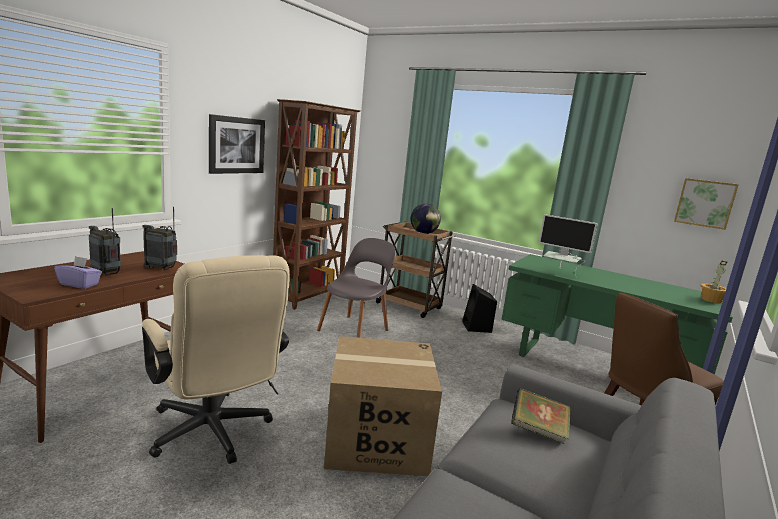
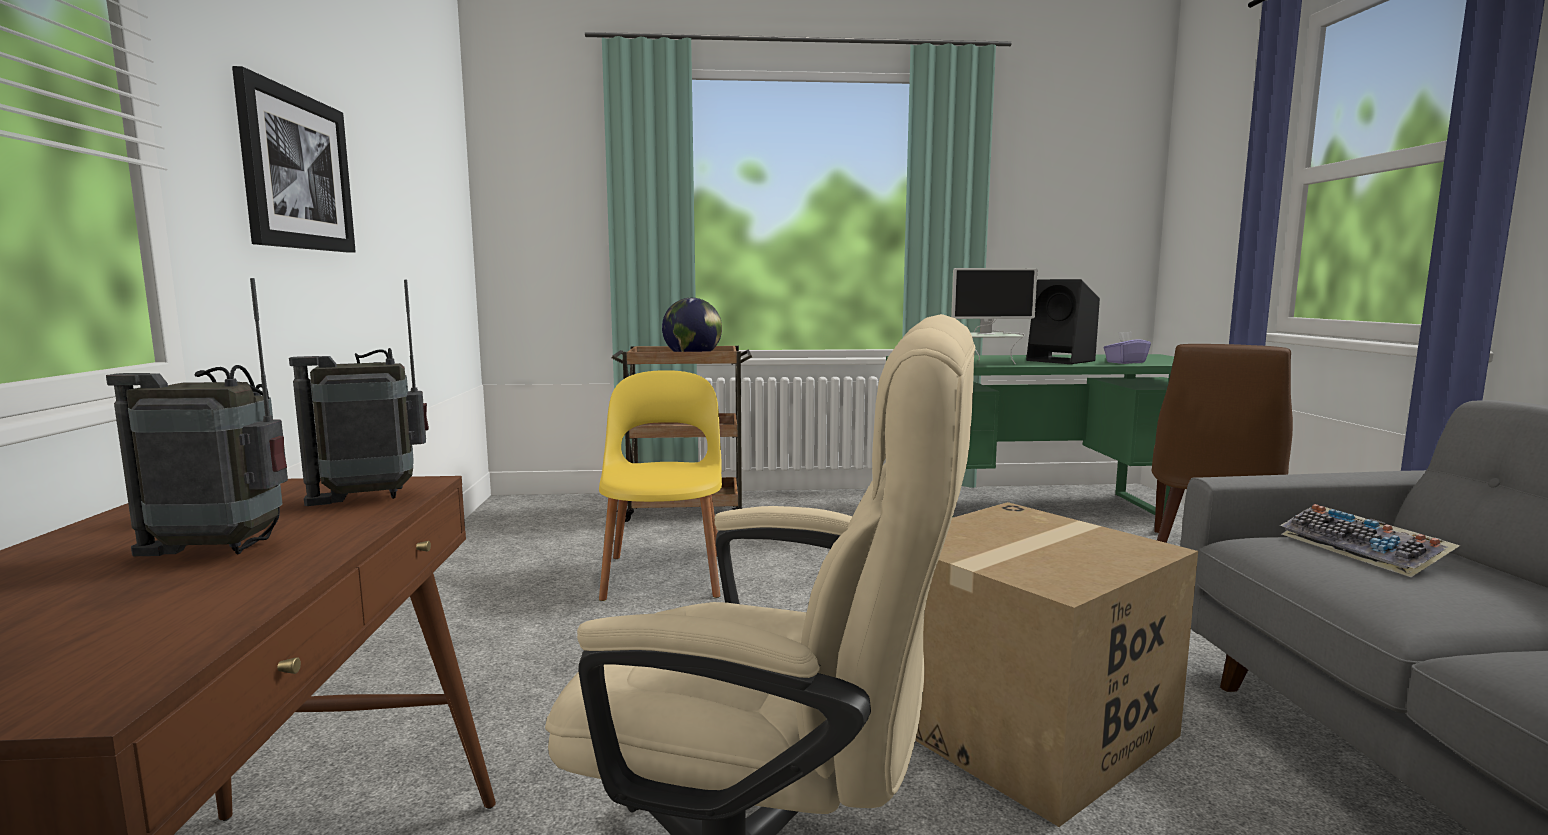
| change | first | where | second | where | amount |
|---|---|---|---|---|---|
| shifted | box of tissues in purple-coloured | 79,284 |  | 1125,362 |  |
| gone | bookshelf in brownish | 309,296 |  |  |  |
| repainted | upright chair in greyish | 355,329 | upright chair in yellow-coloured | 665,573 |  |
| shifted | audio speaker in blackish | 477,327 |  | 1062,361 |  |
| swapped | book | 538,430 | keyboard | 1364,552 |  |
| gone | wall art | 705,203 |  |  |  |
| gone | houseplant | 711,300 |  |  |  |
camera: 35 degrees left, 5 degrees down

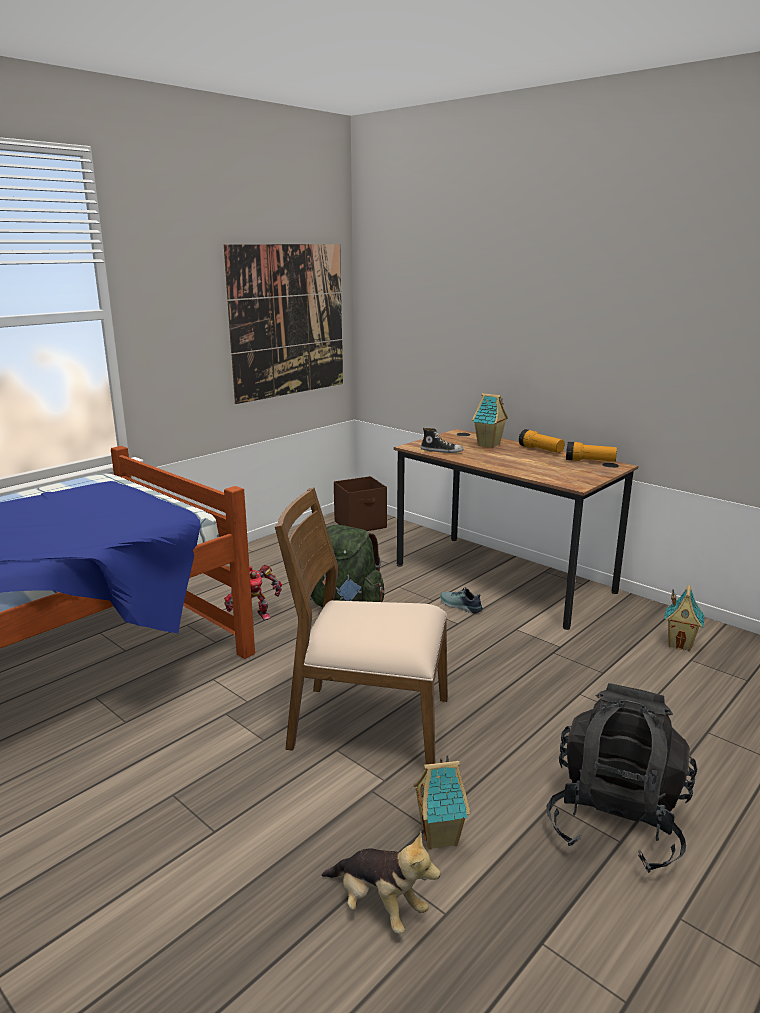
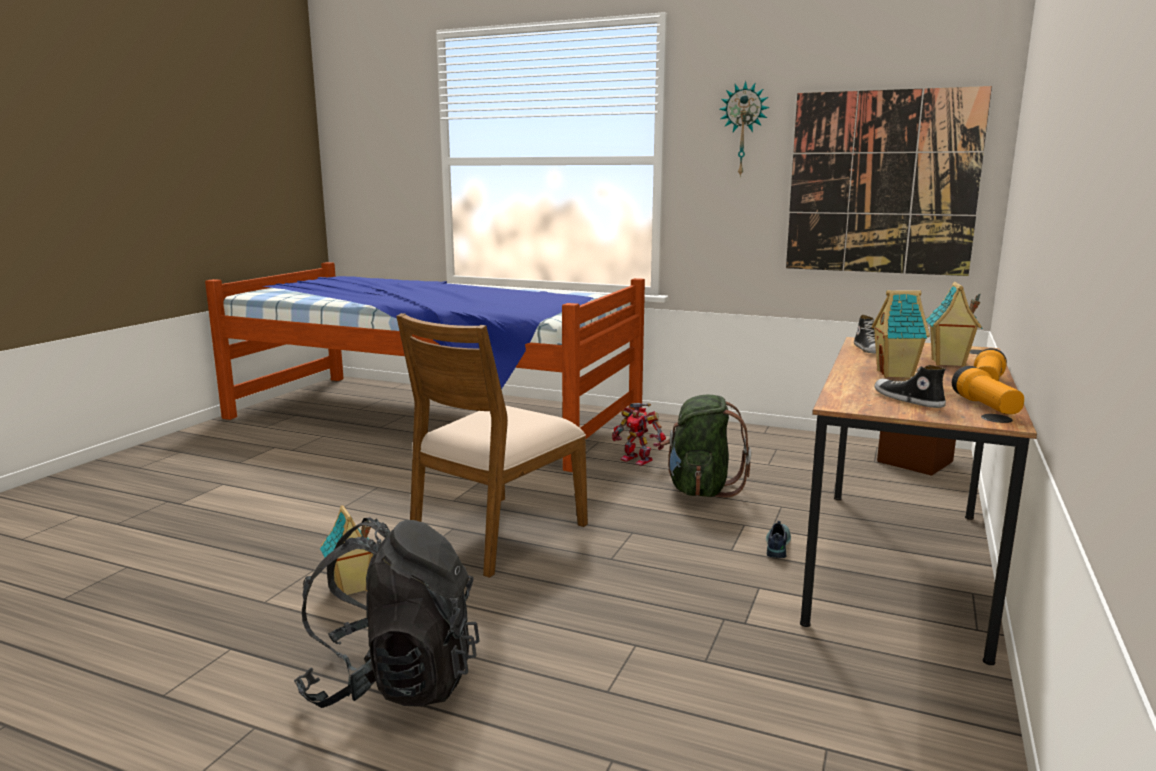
| change | first | where | second | where | amount |
|---|---|---|---|---|---|
| rotated | upright chair in brownish | 368,724 |  | 497,534 | 135 degrees counterclockwise |
| gone | soft toy | 378,906 |  |  |  |
| shifted | toy house | 680,644 |  | 896,374 |  |
| new |  |  | wall clock | 743,129 |  |
| new |  |  | item of footwear | 907,400 |  |
camera: 70 degrees right, 5 degrees down

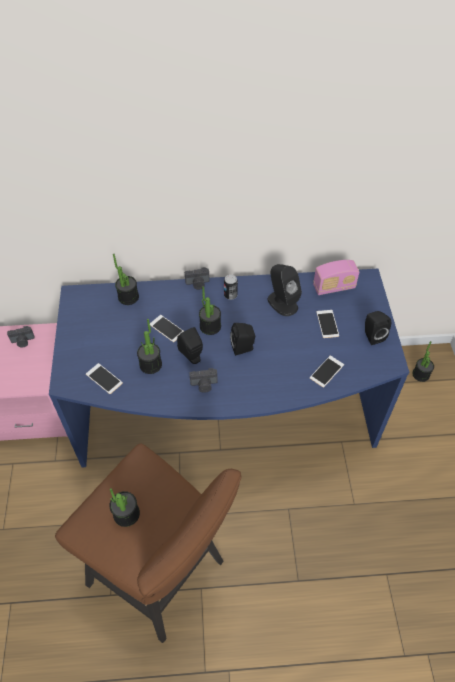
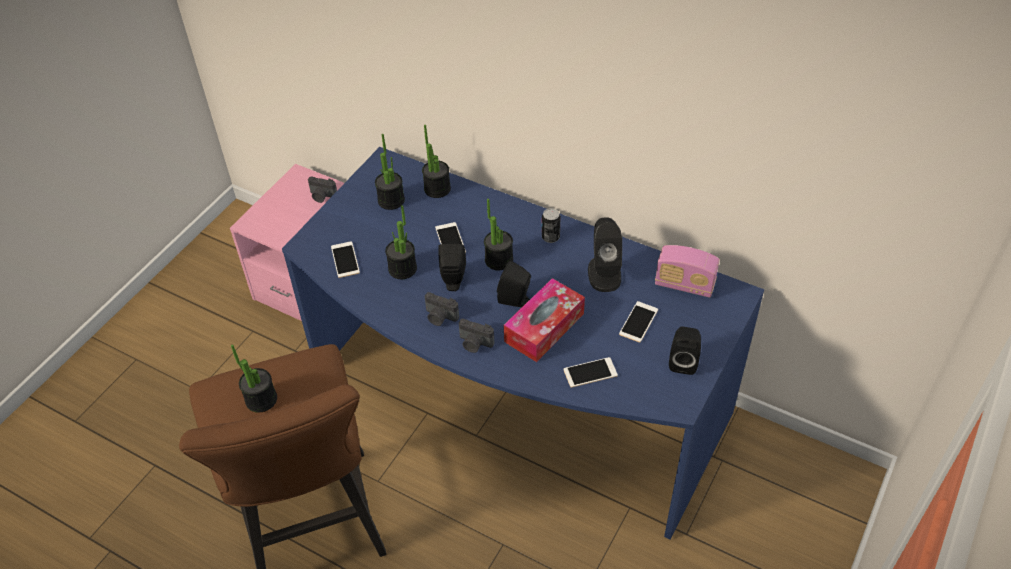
| change | first | where | second | where | amount |
|---|---|---|---|---|---|
| shifted | still camera | 197,284 |  | 474,344 |  |
| shifted | houseplant | 421,374 |  | 391,200 |  |
| new |  |  | box of tissues | 544,327 |  |
camera: 35 degrees right, 5 degrees down

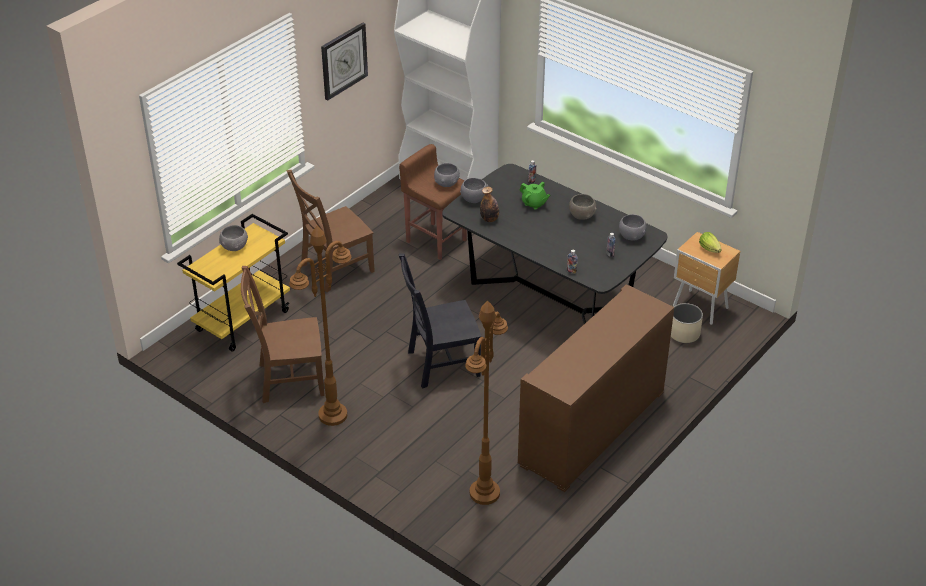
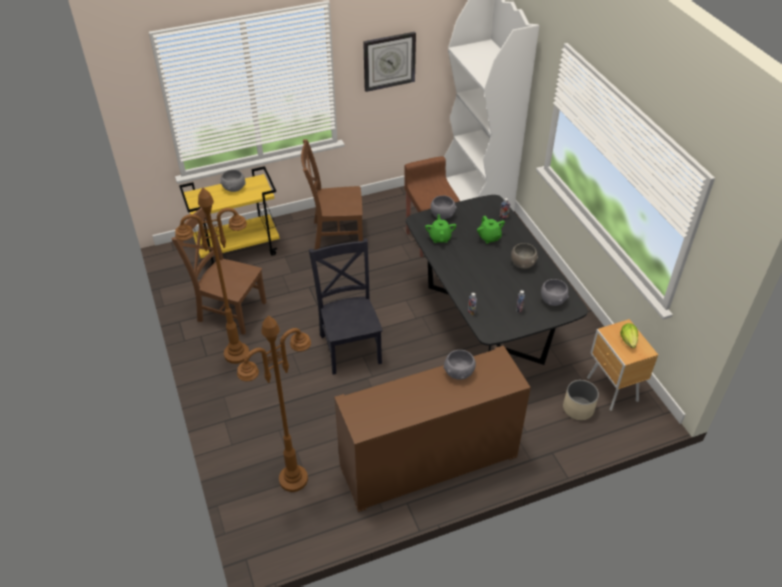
| change | first | where | second | where | amount |
|---|---|---|---|---|---|
| rotated | upright chair in blackish | 440,364 |  | 350,346 | 60 degrees clockwise |
| shifted | deep dish in greyish | 447,183 |  | 459,373 |  |
| swapped | bottle | 489,219 | pot for tea in green-coloured | 440,237 |  |
camera: 30 degrees right, 5 degrees up

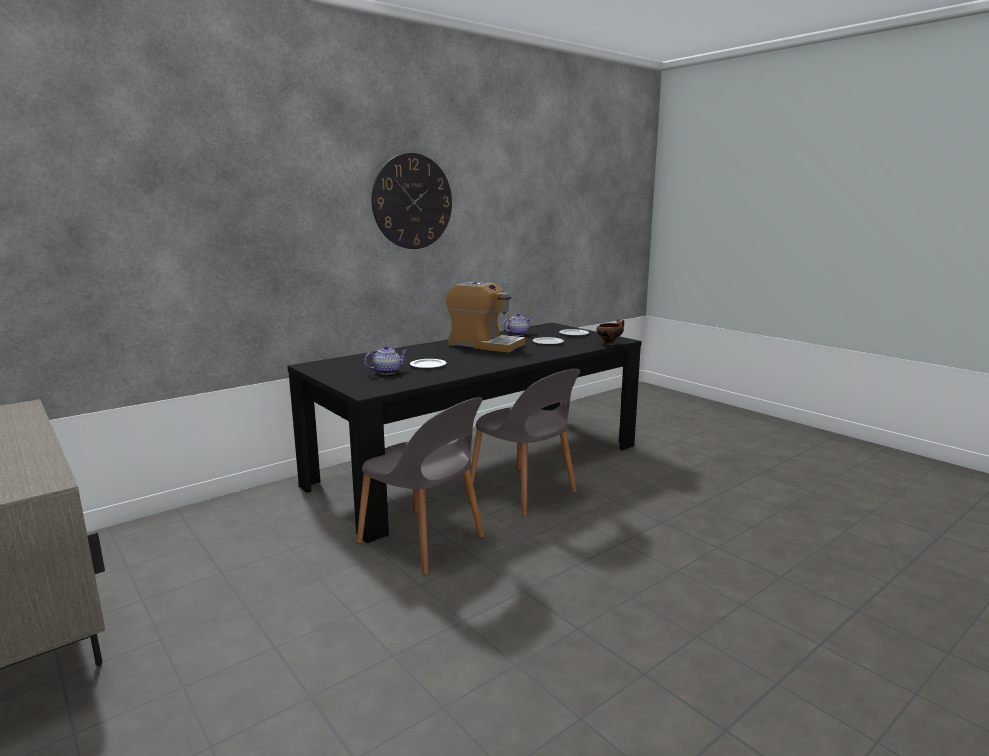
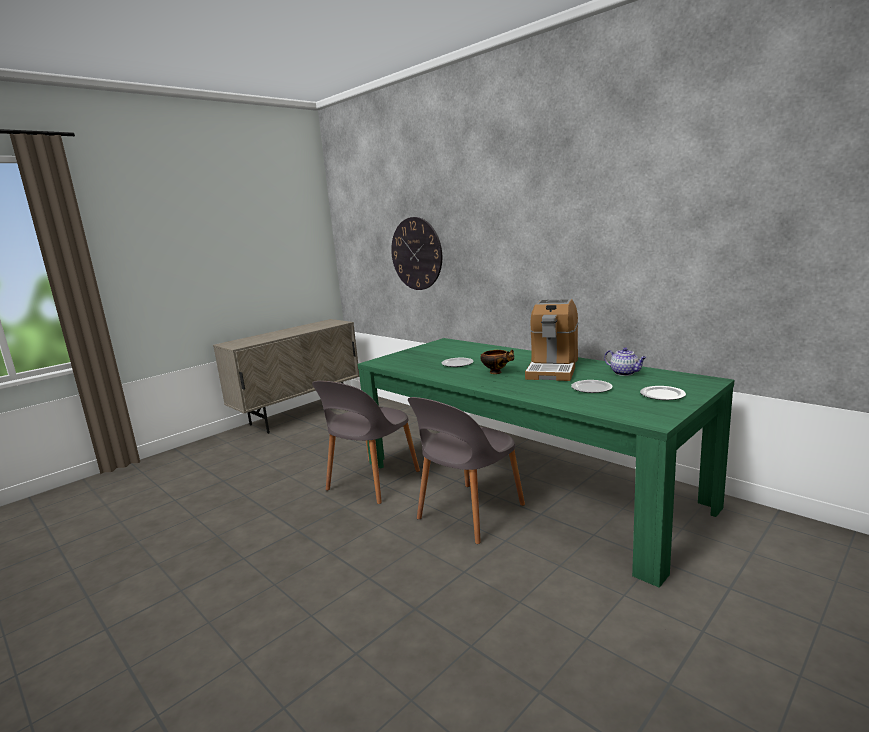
| change | first | where | second | where | amount |
|---|---|---|---|---|---|
| repainted | kitchen table in blackish | 479,464 | kitchen table in green-coloured | 523,483 |  |
| gone | pot for tea | 387,372 |  |  |  |
| shifted | wall clock | 412,201 |  | 416,254 |  |
| shifted | deep dish | 609,343 |  | 497,372 |  |
camera: 85 degrees right, 0 degrees up

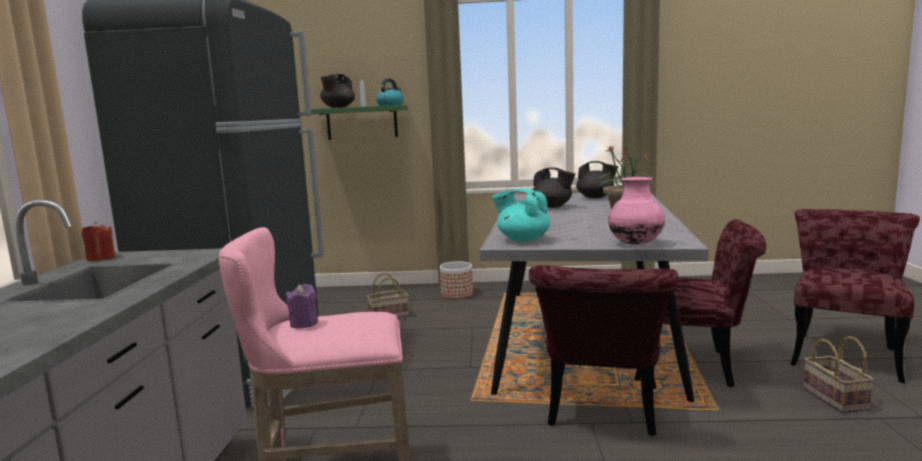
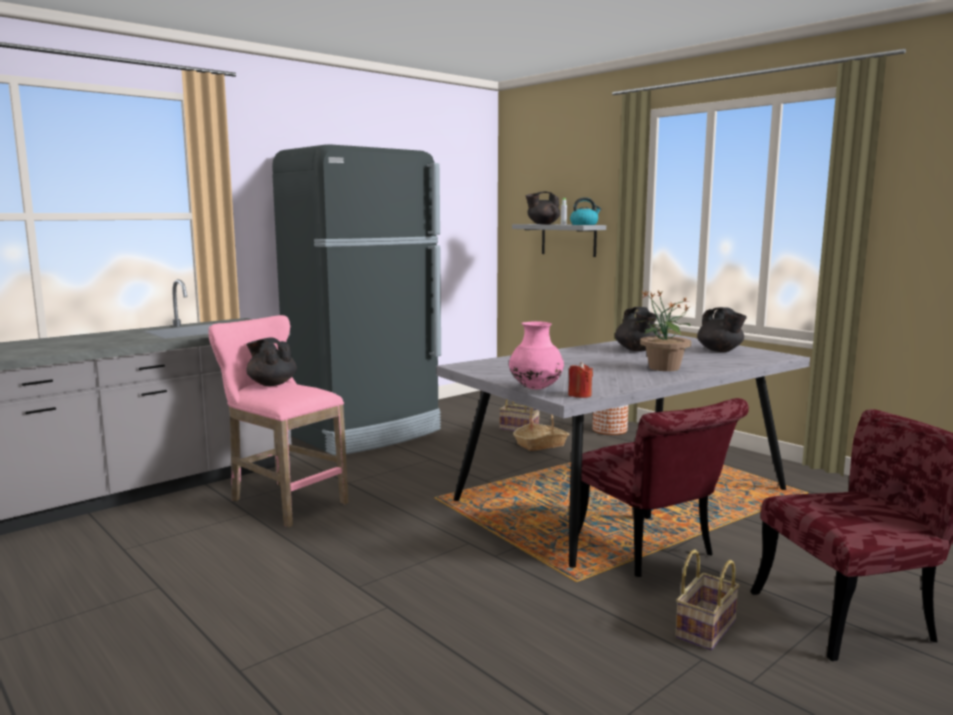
| change | first | where | second | where | amount |
|---|---|---|---|---|---|
| shifted | wax light in red | 101,258 |  | 579,395 |  |
| swapped | wax light in purple-coloured | 304,323 | pot for tea in blackish | 271,384 |  |
| repainted | bracket shelf in green-coloured | 362,122 | bracket shelf in greyish | 568,240 |  |
| gone | pot for tea in turquoise-coloured | 522,239 |  |  |  |
| gone | upright chair in red | 602,413 |  |  |  |
| new |  |  | basket | 541,444 |  |
camera: 45 degrees right, 0 degrees up

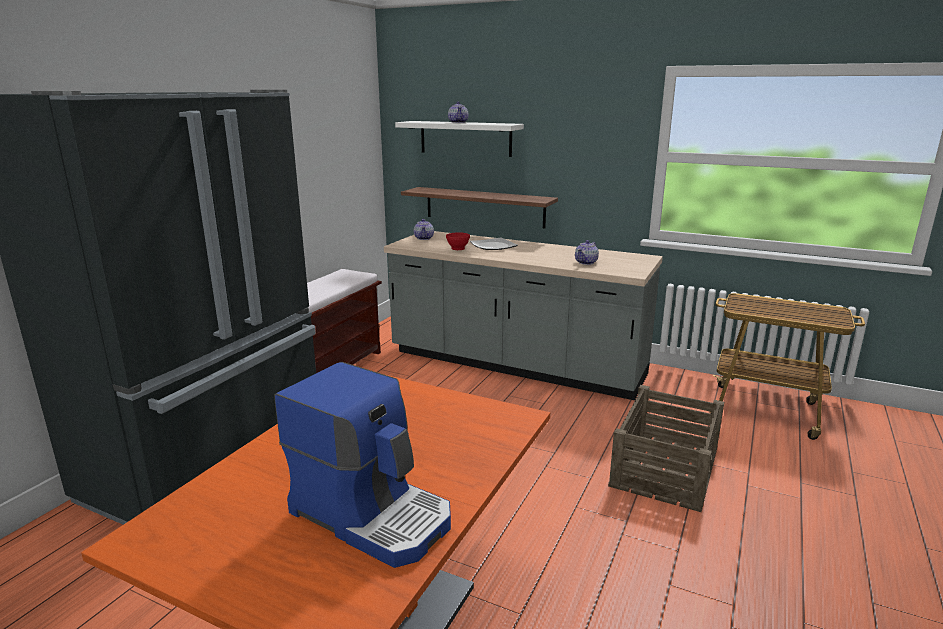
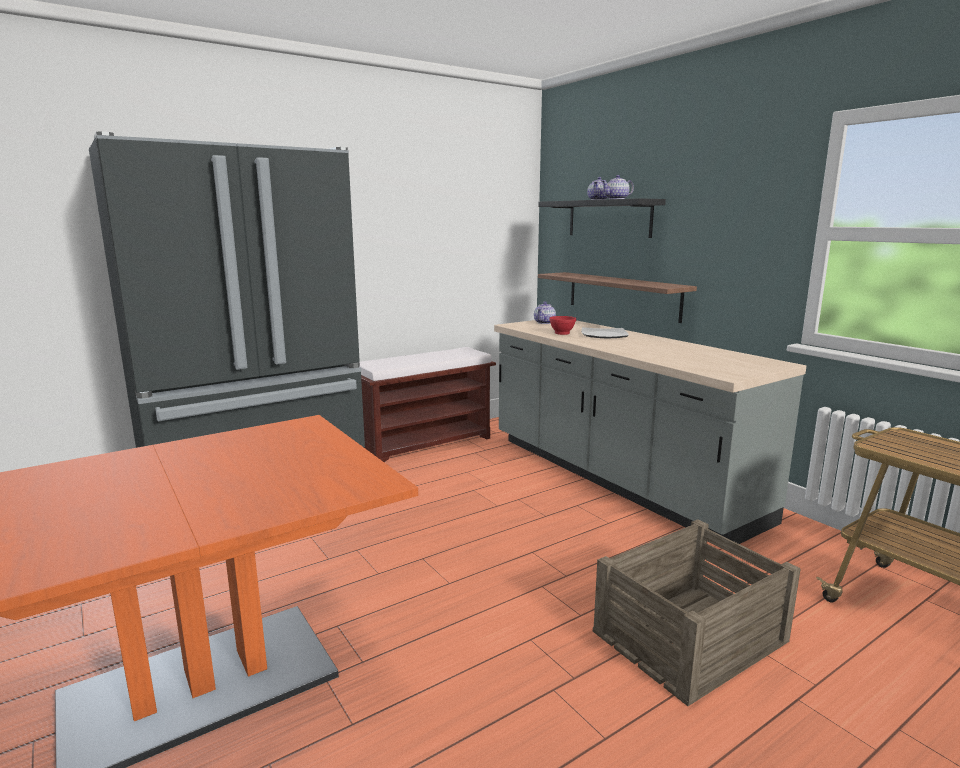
| change | first | where | second | where | amount |
|---|---|---|---|---|---|
| gone | coffee brewer | 373,514 |  |  |  |
| repainted | bracket shelf in whitish | 465,138 | bracket shelf in blackish | 609,218 |  |
| shifted | pot for tea | 586,262 |  | 617,199 |  |
camera: 30 degrees right, 5 degrees down

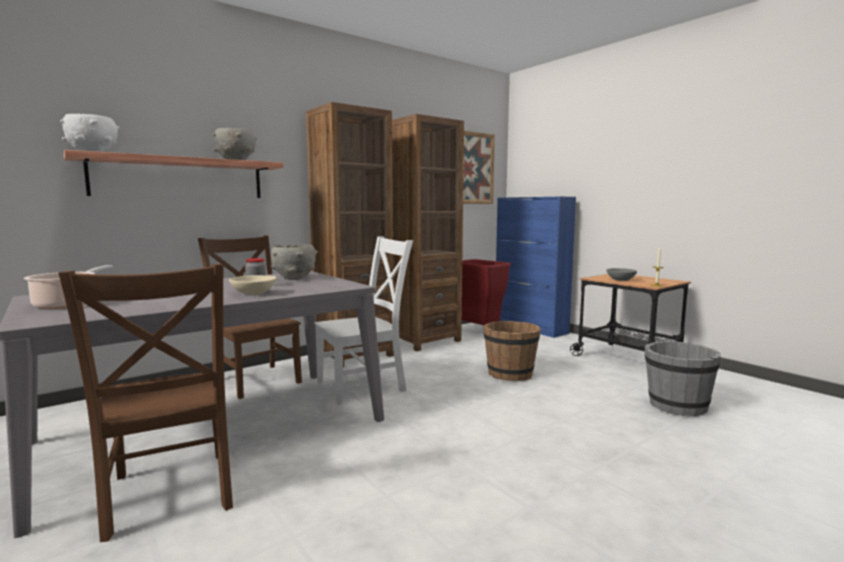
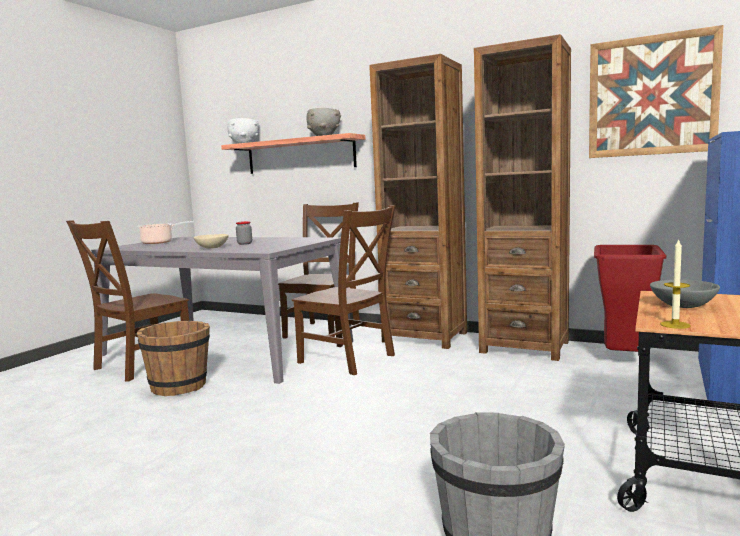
| change | first | where | second | where | amount |
|---|---|---|---|---|---|
| gone | deep dish in greyish | 294,278 |  |  |  |
| repainted | upright chair in whitish | 365,386 | upright chair in brownish | 349,360 |  |
| shifted | water bucket in brownish | 510,374 |  | 179,386 |  |
camera: 65 degrees right, 0 degrees up

